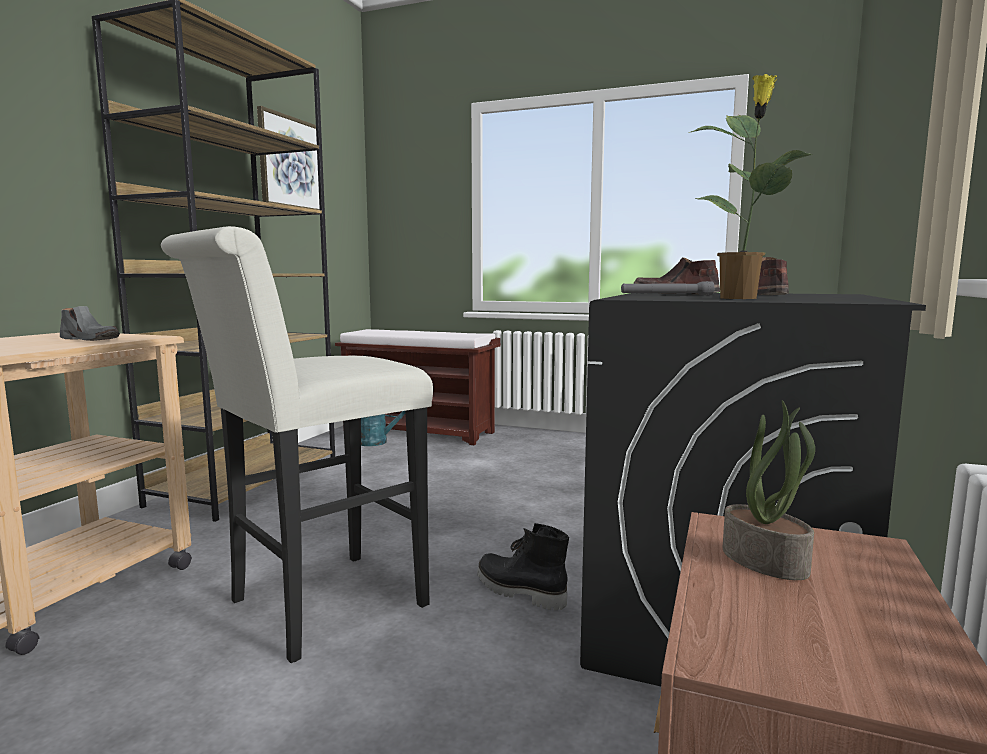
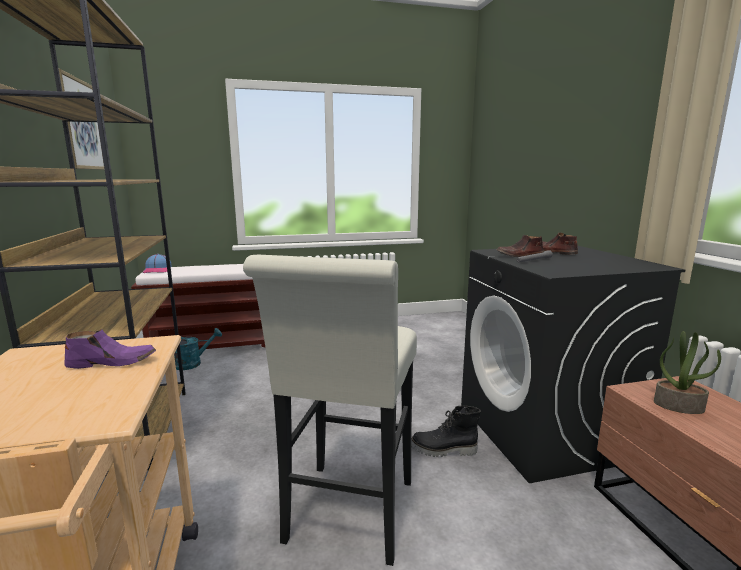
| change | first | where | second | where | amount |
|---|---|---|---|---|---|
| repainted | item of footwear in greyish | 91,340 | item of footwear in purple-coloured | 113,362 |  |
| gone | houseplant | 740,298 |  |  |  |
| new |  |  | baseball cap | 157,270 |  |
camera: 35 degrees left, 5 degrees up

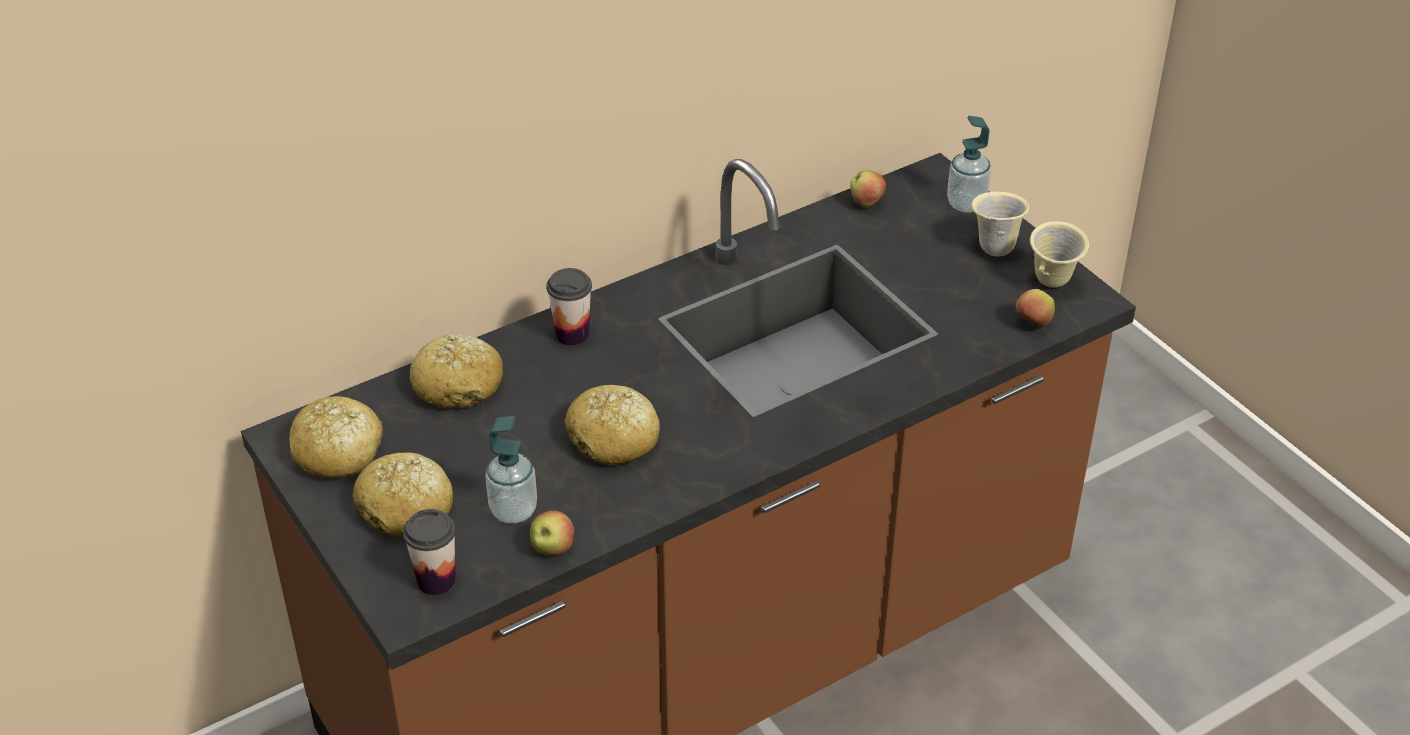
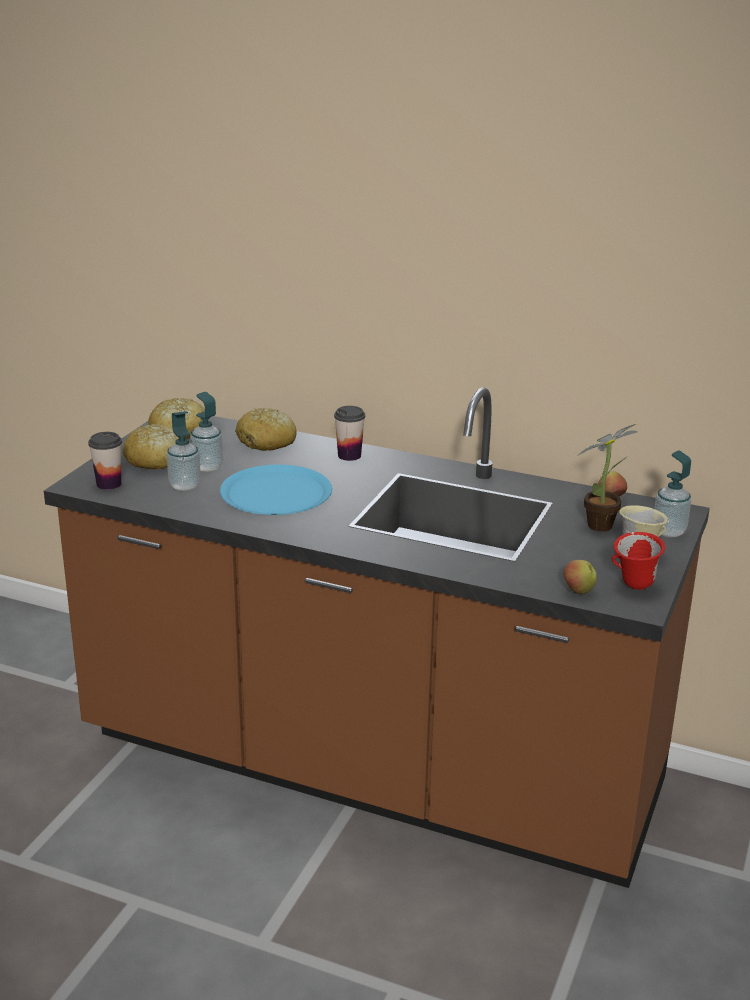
| change | first | where | second | where | amount |
|---|---|---|---|---|---|
| gone | whole apple | 552,549 |  |  |  |
| swapped | bread | 613,439 | flat dish in bluish | 276,493 |  |
| repainted | mug in beige-coloured | 1052,284 | mug in red | 634,586 |  |
| new |  |  | liquid soap bottle | 207,467 |  |
| new |  |  | houseplant | 604,525 |  |
camera: 55 degrees right, 15 degrees down

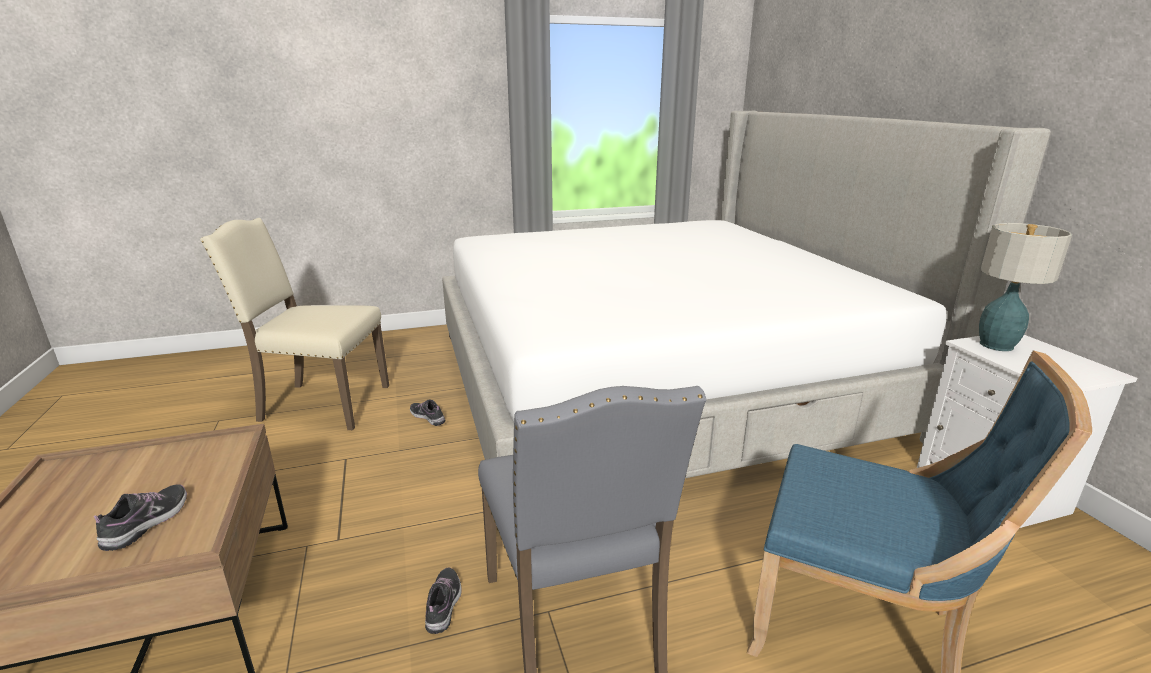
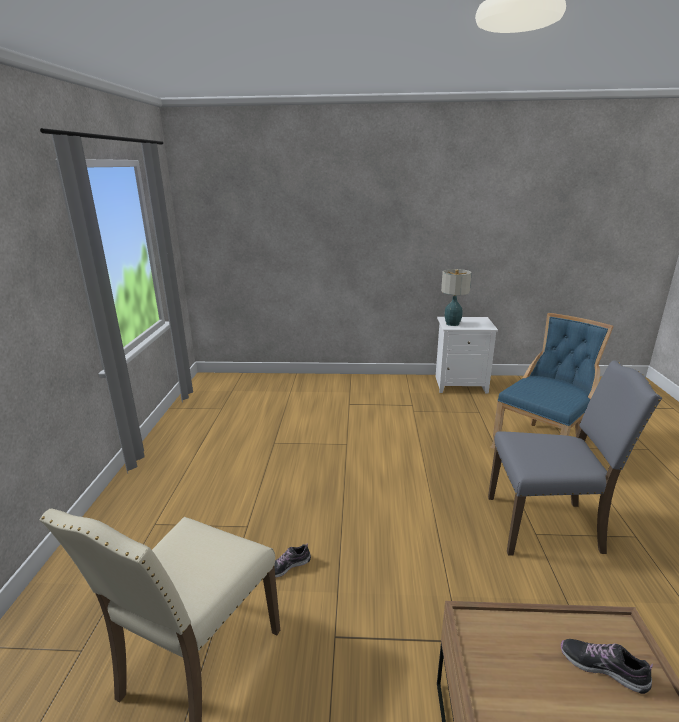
| change | first | where | second | where | amount |
|---|---|---|---|---|---|
| gone | item of footwear | 444,604 |  |  |  |
| gone | bedroom bed | 658,380 |  |  |  |
camera: 70 degrees left, 0 degrees up

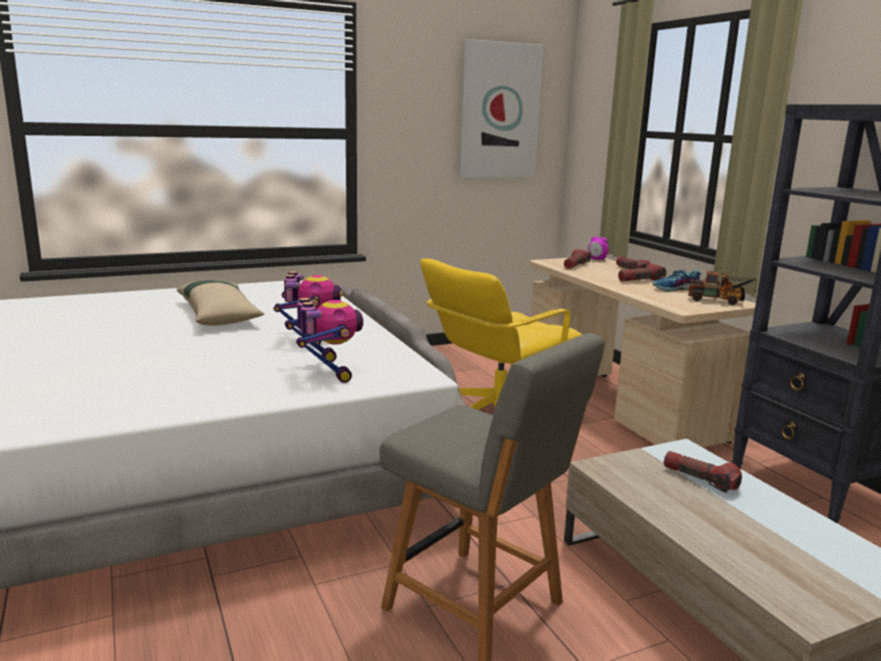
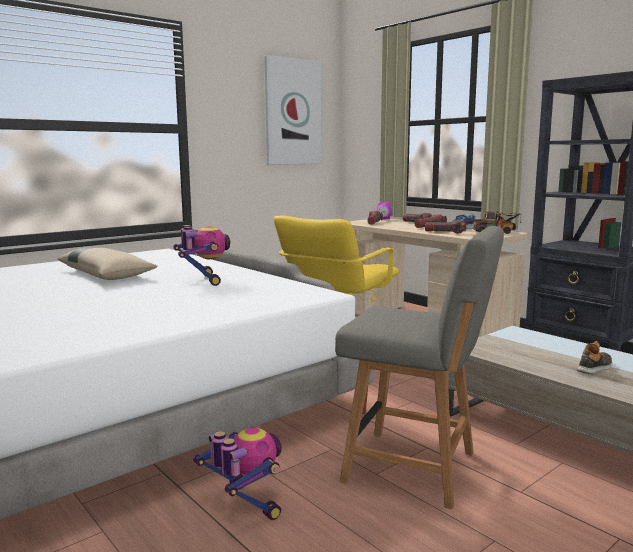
| change | first | where | second | where | amount |
|---|---|---|---|---|---|
| shifted | model robot | 326,371 |  | 244,505 |  |
| shifted | torch | 700,479 |  | 445,232 |  |
| new |  |  | item of footwear | 595,368 |  |
camera: 15 degrees left, 5 degrees down

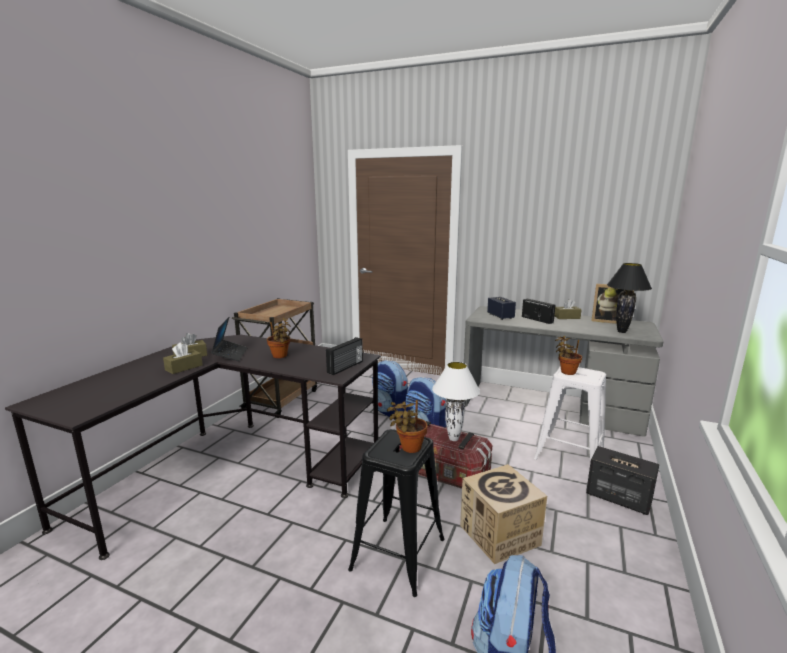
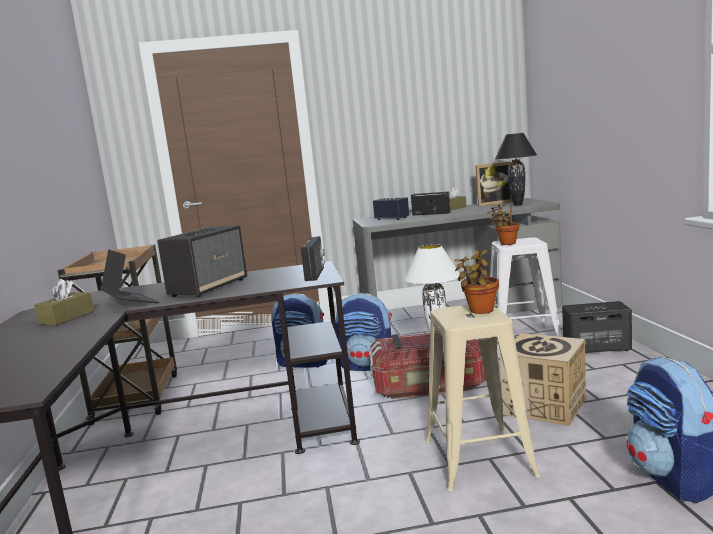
| change | first | where | second | where | amount |
|---|---|---|---|---|---|
| gone | box of tissues in brownish | 184,367 |  |  |  |
| swapped | houseplant | 280,356 | audio speaker | 209,287 |  |
| repainted | sitting stool in blackish | 398,553 | sitting stool in beige-coloured | 478,457 |  |
camera: 30 degrees left, 5 degrees down

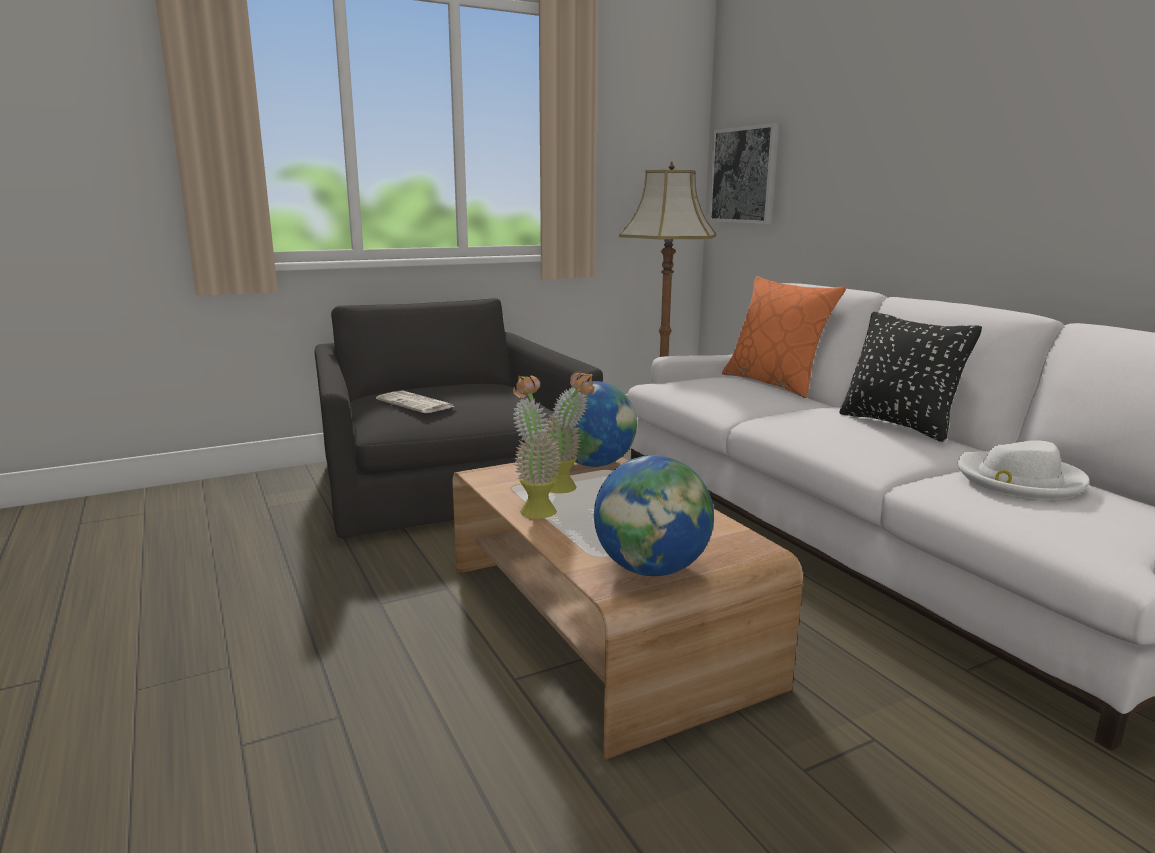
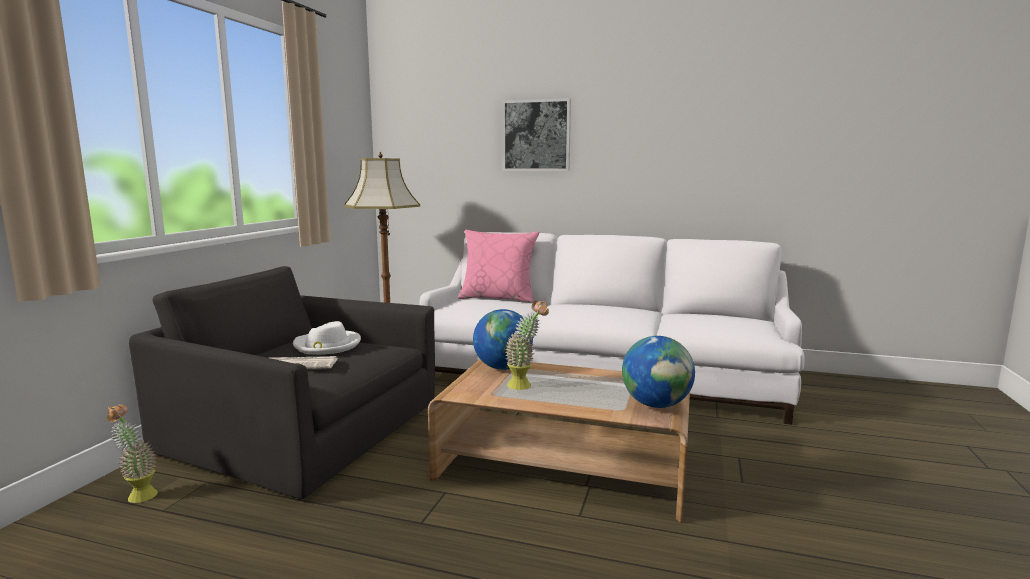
| change | first | where | second | where | amount |
|---|---|---|---|---|---|
| shifted | houseplant | 534,508 |  | 137,495 |  |
| shifted | wall art | 744,175 |  | 536,135 |  |
| repainted | throw pillow in orange | 775,383 | throw pillow in pink-coloured | 498,298 |  |
| gone | throw pillow in blackish | 898,425 |  |  |  |
| shifted | hat in whitish | 1018,480 |  | 327,345 |  |
camera: 45 degrees left, 5 degrees down

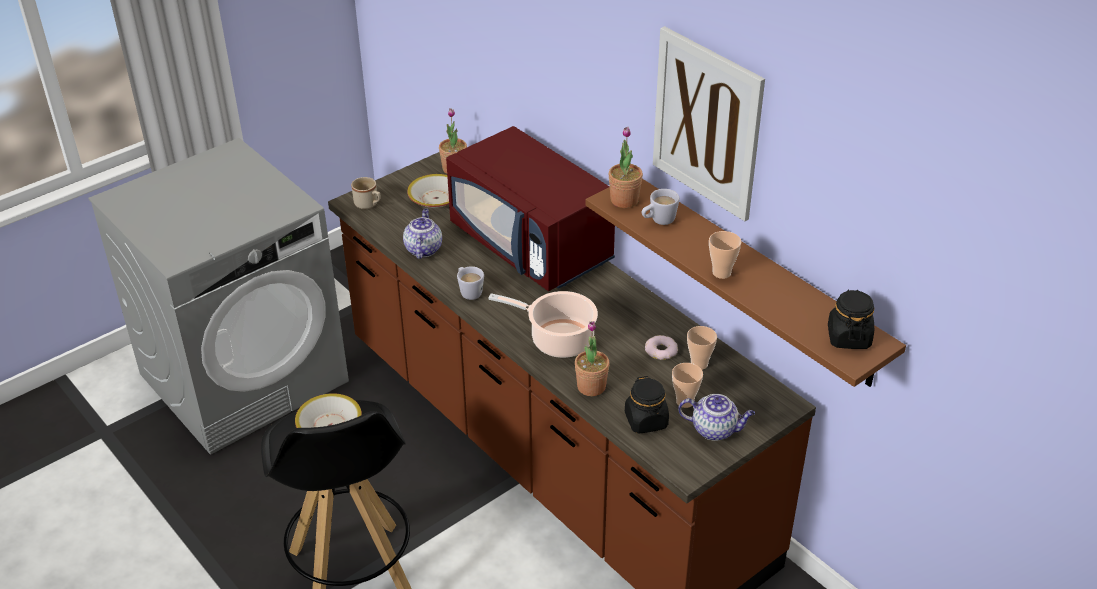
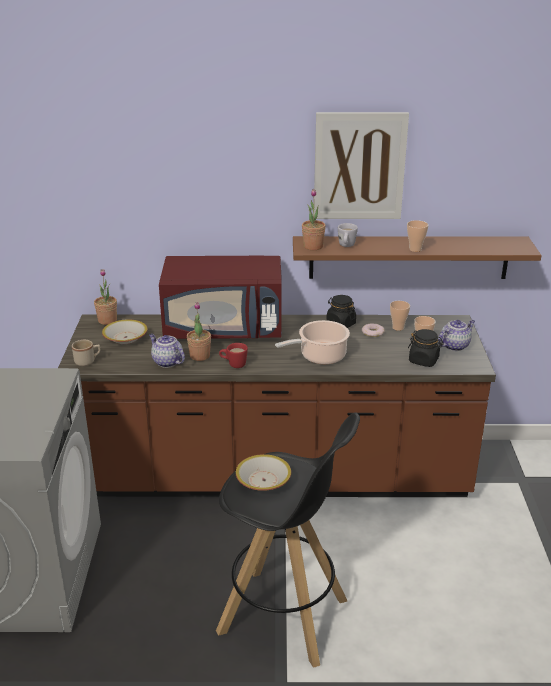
| change | first | where | second | where | amount |
|---|---|---|---|---|---|
| repainted | mug in whitish | 469,291 | mug in red | 233,364 |  |
| shifted | houseplant | 591,387 |  | 199,356 |  |
| shifted | jar in blackish | 848,337 |  | 340,324 |  |
camera: 50 degrees left, 10 degrees down

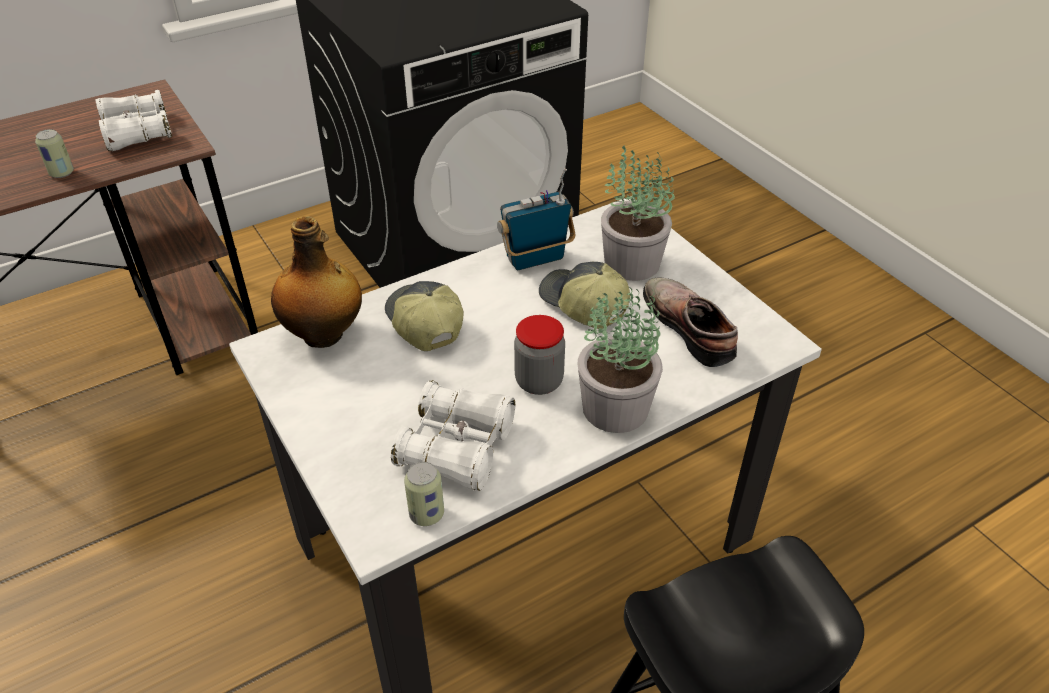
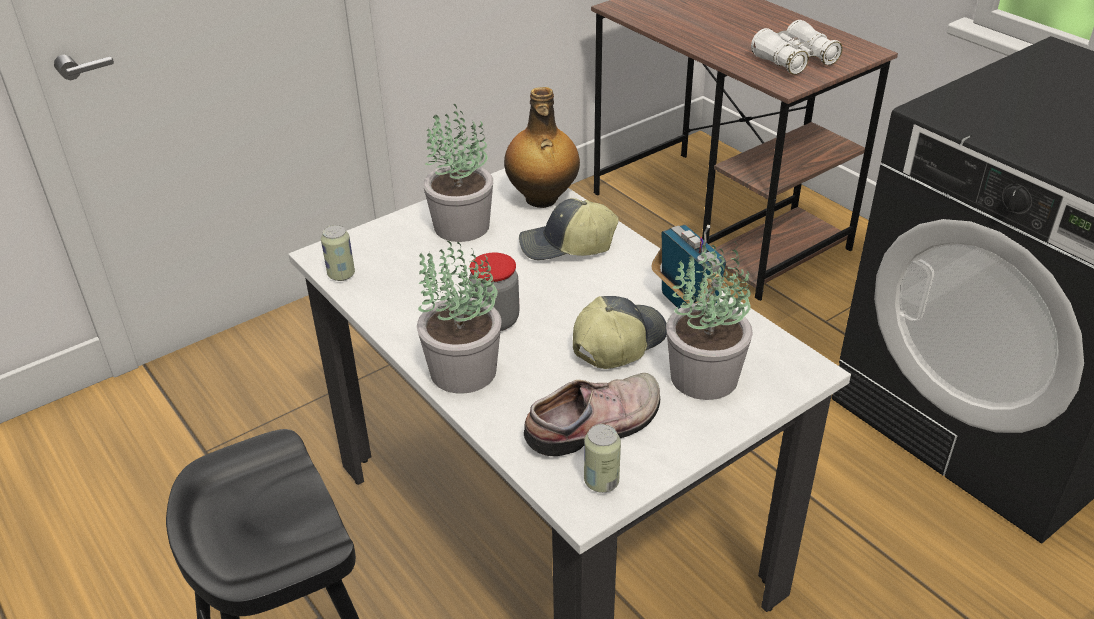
| change | first | where | second | where | amount |
|---|---|---|---|---|---|
| shifted | can | 62,173 |  | 601,482 |  |
| rotated | baseball cap | 423,323 |  | 566,246 | 150 degrees counterclockwise |
| gone | pair of binoculars in whitish | 456,447 |  |  |  |
| new |  |  | houseplant | 460,225 |  |
camera: 85 degrees right, 5 degrees down

